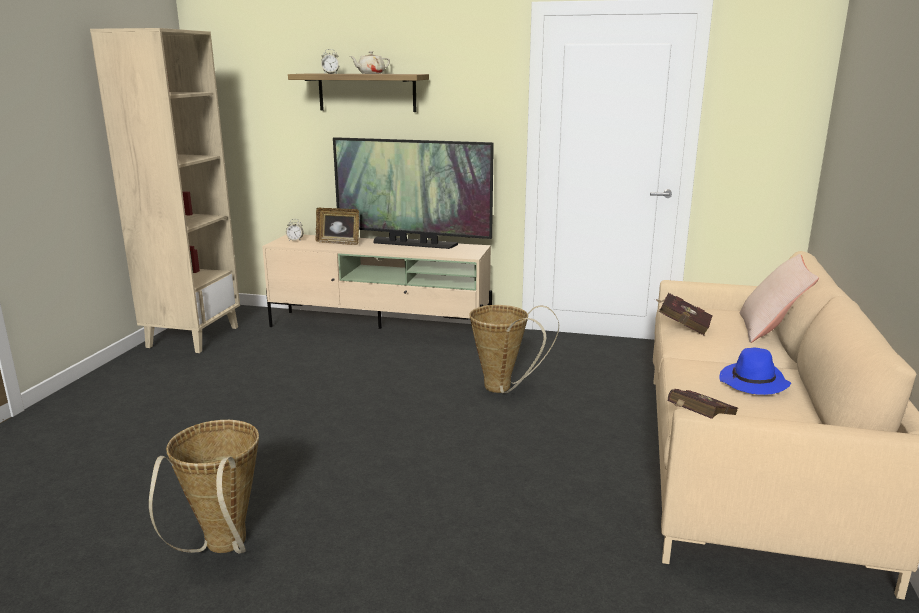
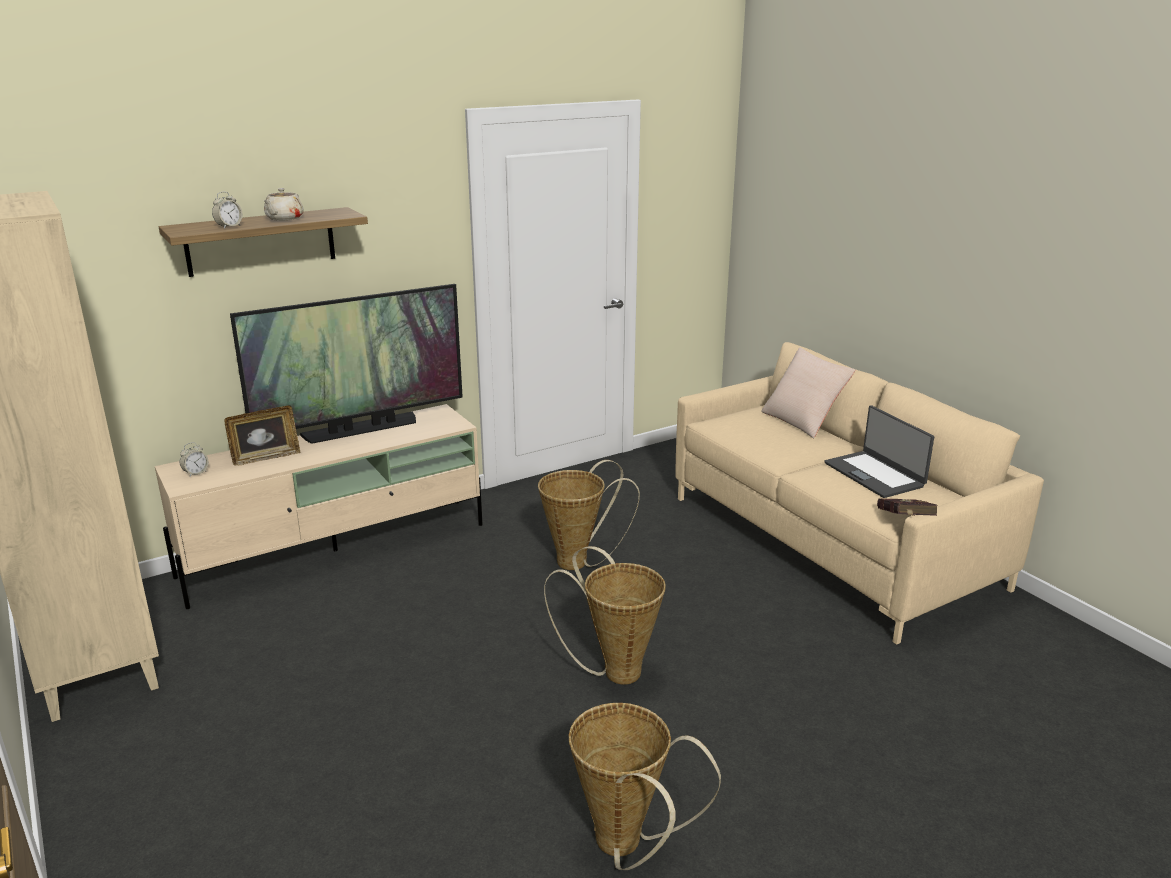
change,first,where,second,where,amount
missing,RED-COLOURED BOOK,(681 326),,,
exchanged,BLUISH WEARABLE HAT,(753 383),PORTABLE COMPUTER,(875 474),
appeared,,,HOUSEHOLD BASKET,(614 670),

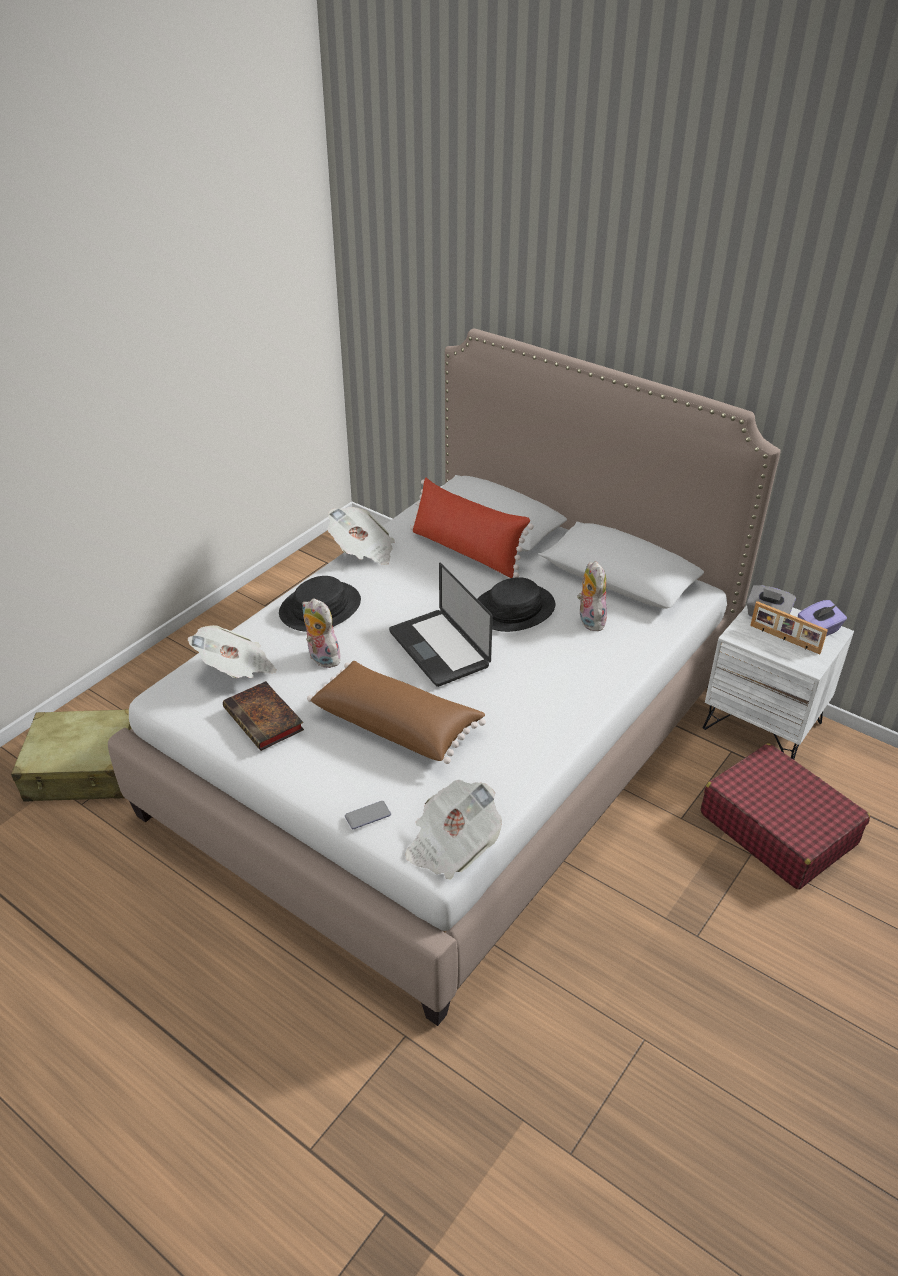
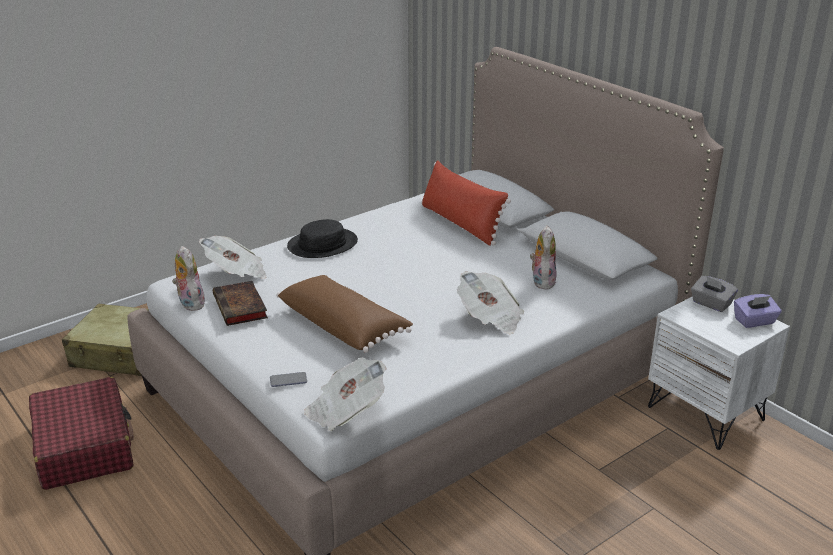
change,first,where,second,where,amount
relocated,DAILY PAPER,(363 551),,(490 318),
missing,PORTABLE COMPUTER,(439 649),,,
missing,BLACK-COLOURED WEARABLE HAT,(514 609),,,
relocated,PLUSH TOY,(321 658),,(189 303),
missing,PICTURE FRAME,(784 639),,,
relocated,RED-COLOURED PIECE OF LUGGAGE,(777 828),,(84 446),

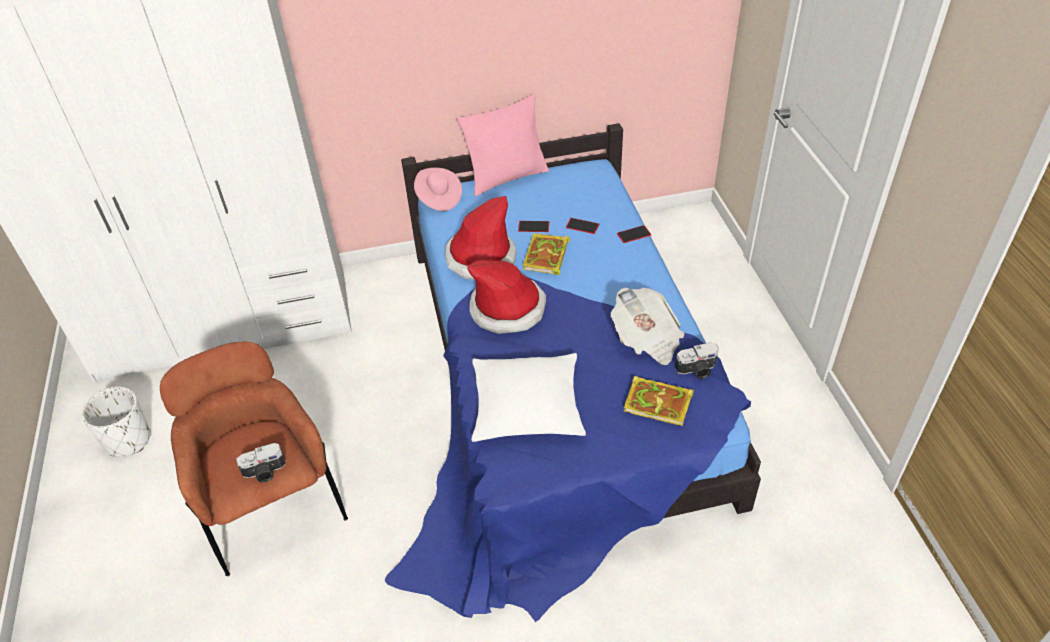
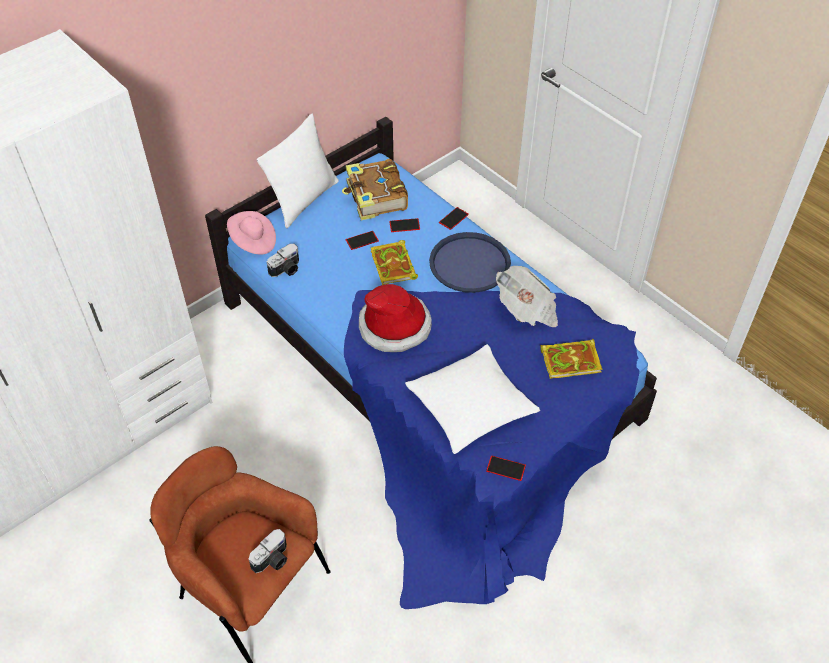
change,first,where,second,where,amount
colour,PINKISH THROW PILLOW,(507 177),WHITE-COLOURED THROW PILLOW,(304 200),
missing,WEARABLE HAT,(481 258),,,
relocated,STILL CAMERA,(697 370),,(286 270),
missing,WHITE-COLOURED FLOWER POT,(128 440),,,
appeared,,,BOOK,(375 197),
appeared,,,BLUISH SERVING TRAY,(469 263),
appeared,,,HANDSET,(506 468),

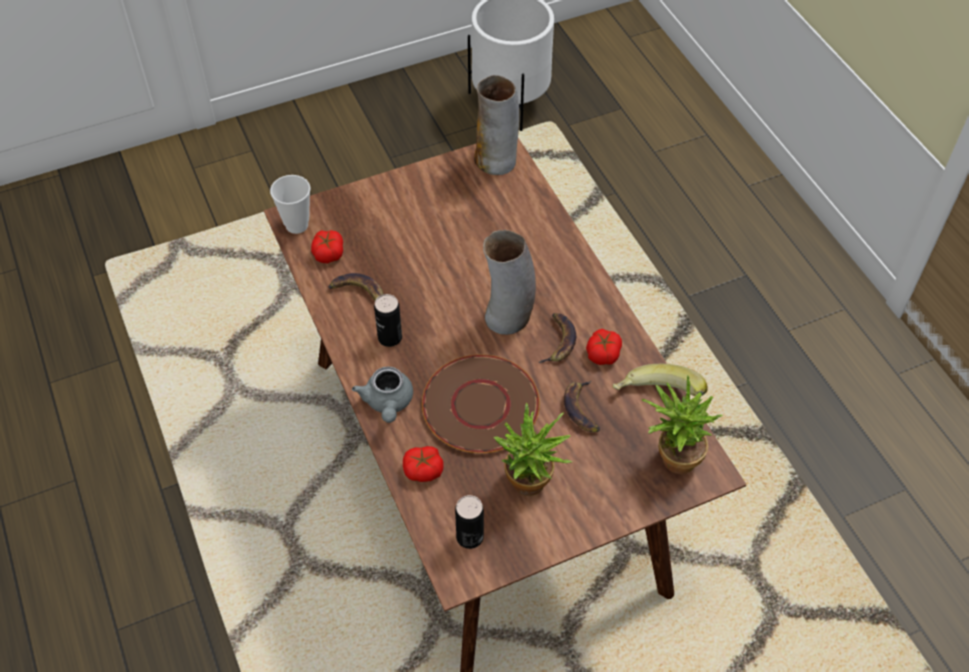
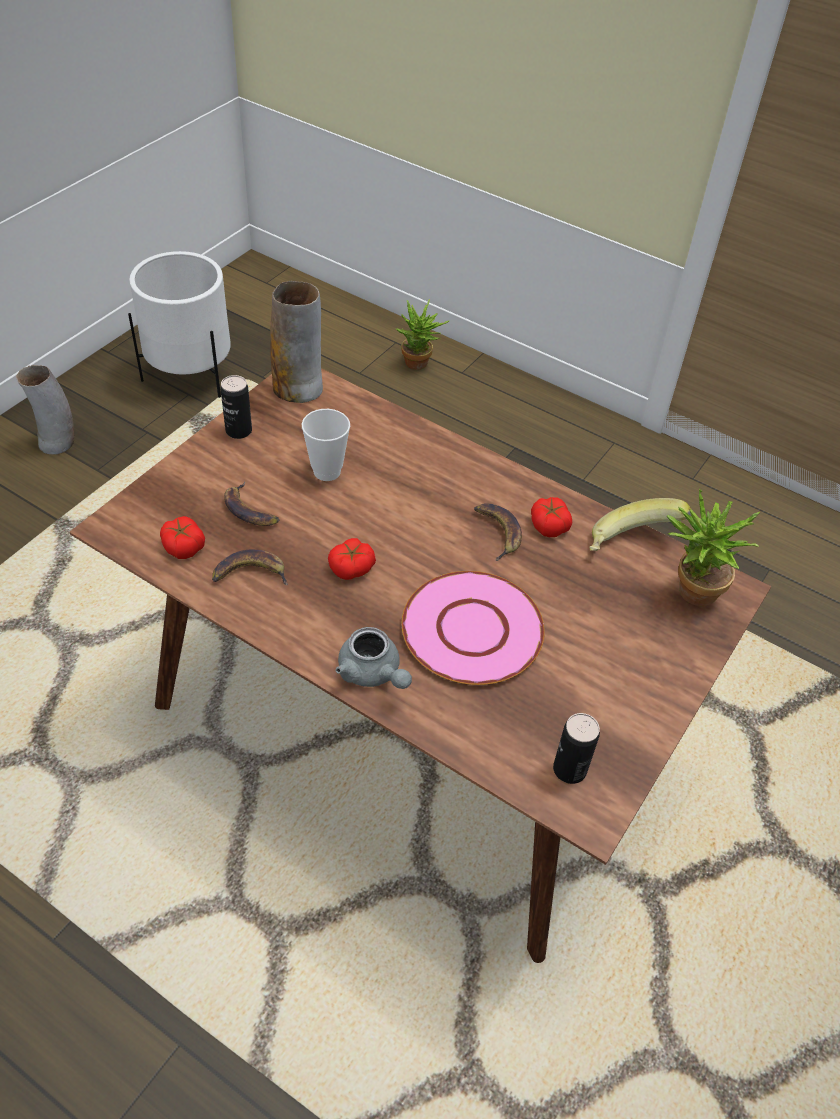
change,first,where,second,where,amount
relocated,SMALL CUP,(297 225),,(327 471),
relocated,DECORATIVE VASE,(508 317),,(57 442),
relocated,METAL CAN,(390 337),,(239 431),
colour,BROWNISH FLAT DISH,(480 406),PINKISH FLAT DISH,(472 630),
relocated,BANANA FRUIT,(582 409),,(250 510),
relocated,PLANT IN A POT,(529 487),,(419 365),
relocated,TOMATO,(423 470),,(352 568),

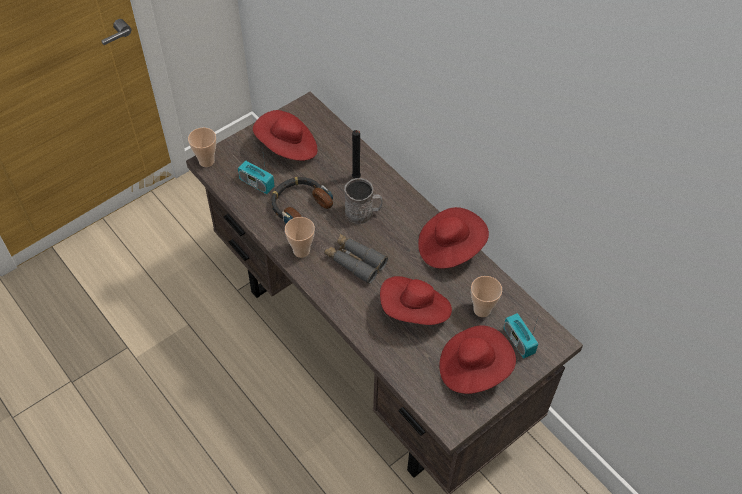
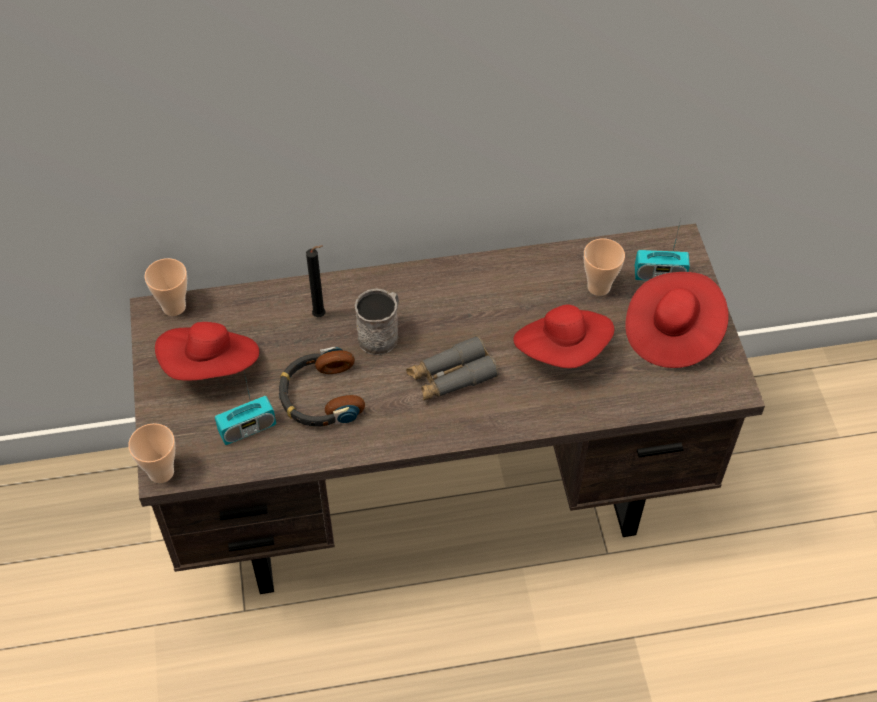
change,first,where,second,where,amount
missing,RED-COLOURED WEARABLE HAT,(449 248),,,
relocated,SMALL CUP,(301 251),,(174 307),

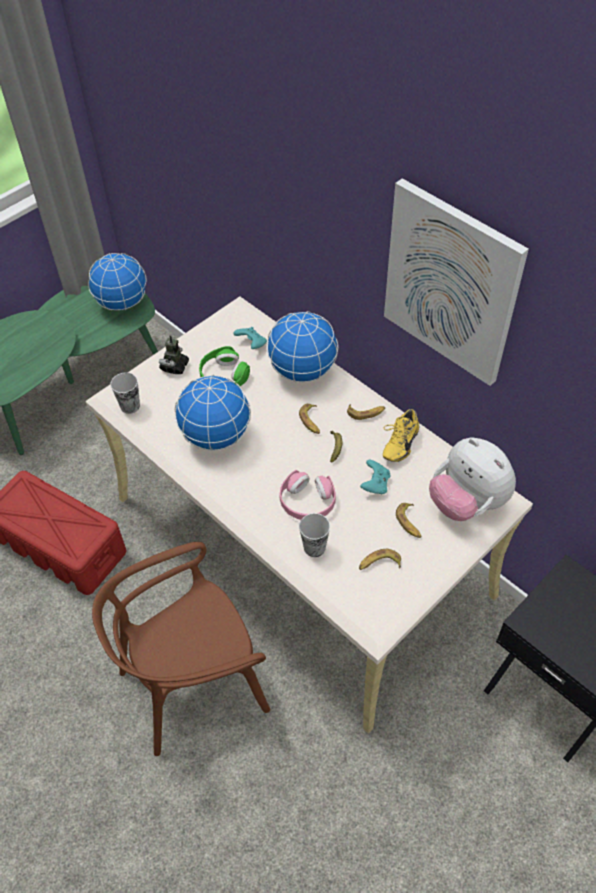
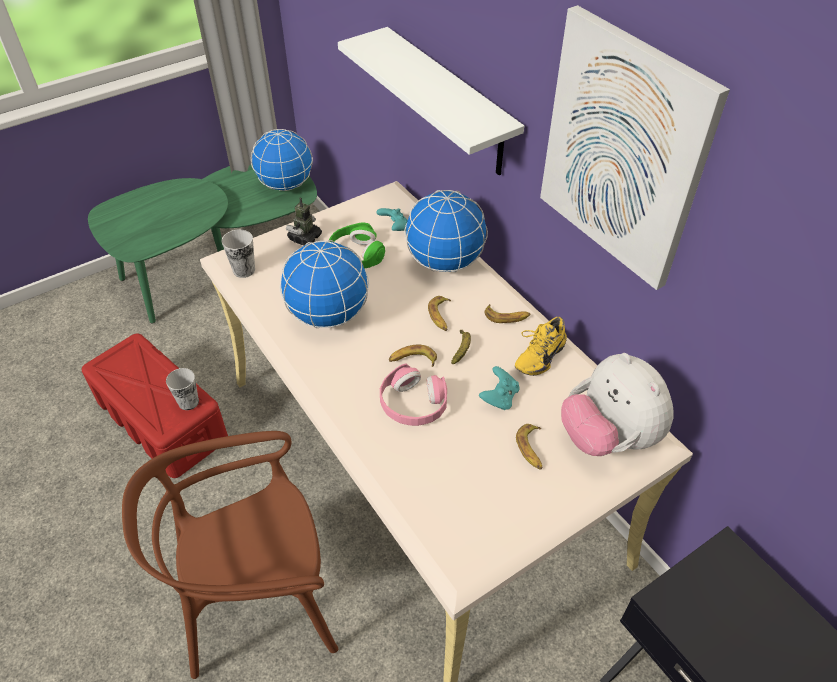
change,first,where,second,where,amount
relocated,SMALL CUP,(314 547),,(188 402),
relocated,BANANA FRUIT,(379 564),,(412 360),
appeared,,,WHITE-COLOURED WALL SHELF,(449 103),

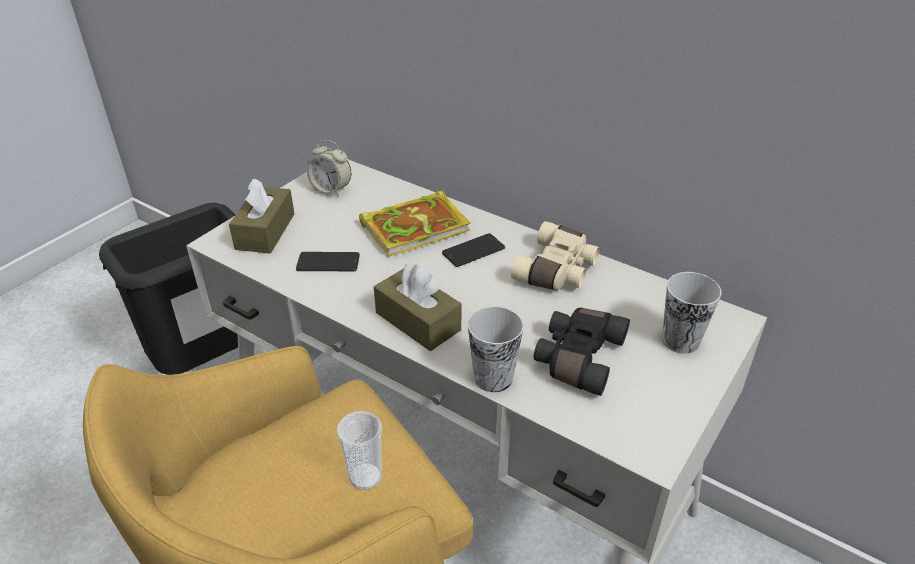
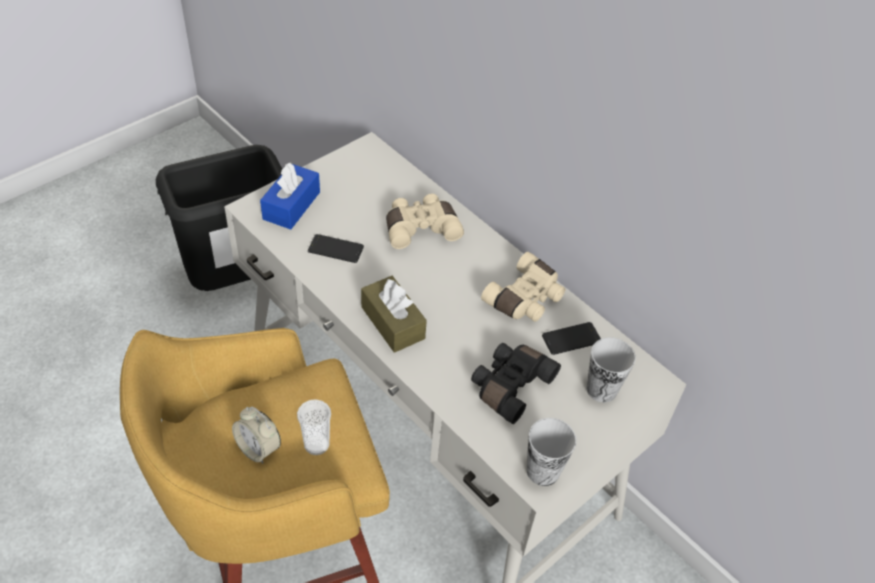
change,first,where,second,where,amount
relocated,BEDSIDE CLOCK,(331 190),,(258 448),
colour,BROWNISH BOX OF TISSUES,(265 231),BLUISH BOX OF TISSUES,(291 205),
exchanged,BOOK,(417 227),SAND-COLOURED BINOCULARS,(420 228),
relocated,HANDSET,(473 251),,(571 339),
relocated,SMALL CUP,(493 378),,(543 471),

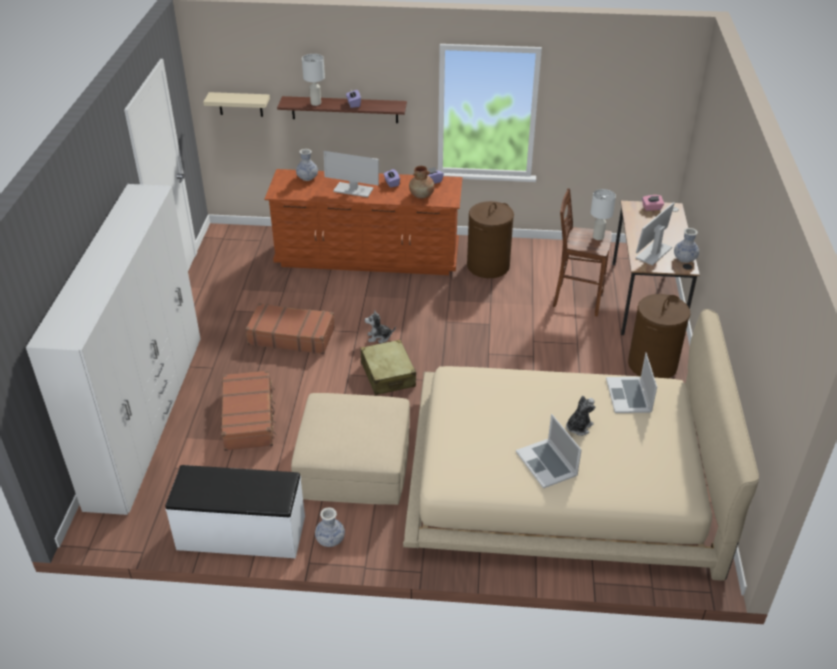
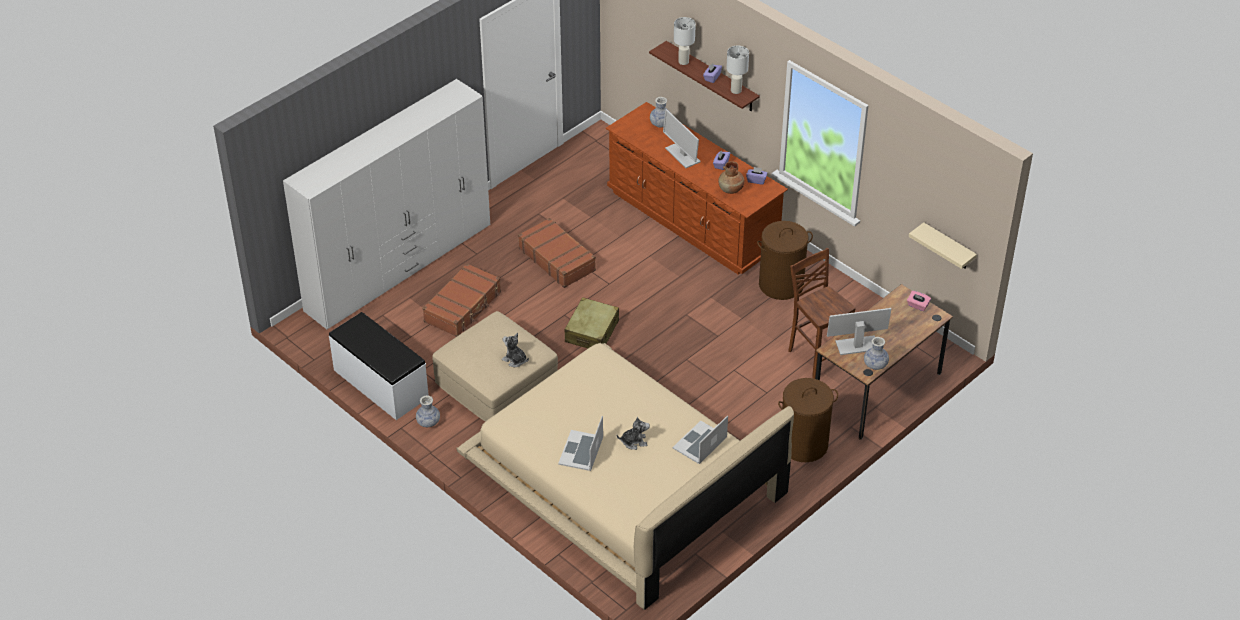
change,first,where,second,where,amount
relocated,SAND-COLOURED WALL SHELF,(240 104),,(948 247),
relocated,WHITE-COLOURED LAMP FOR A TABLE,(597 237),,(735 90),
relocated,PLUSH TOY,(379 337),,(515 360),

